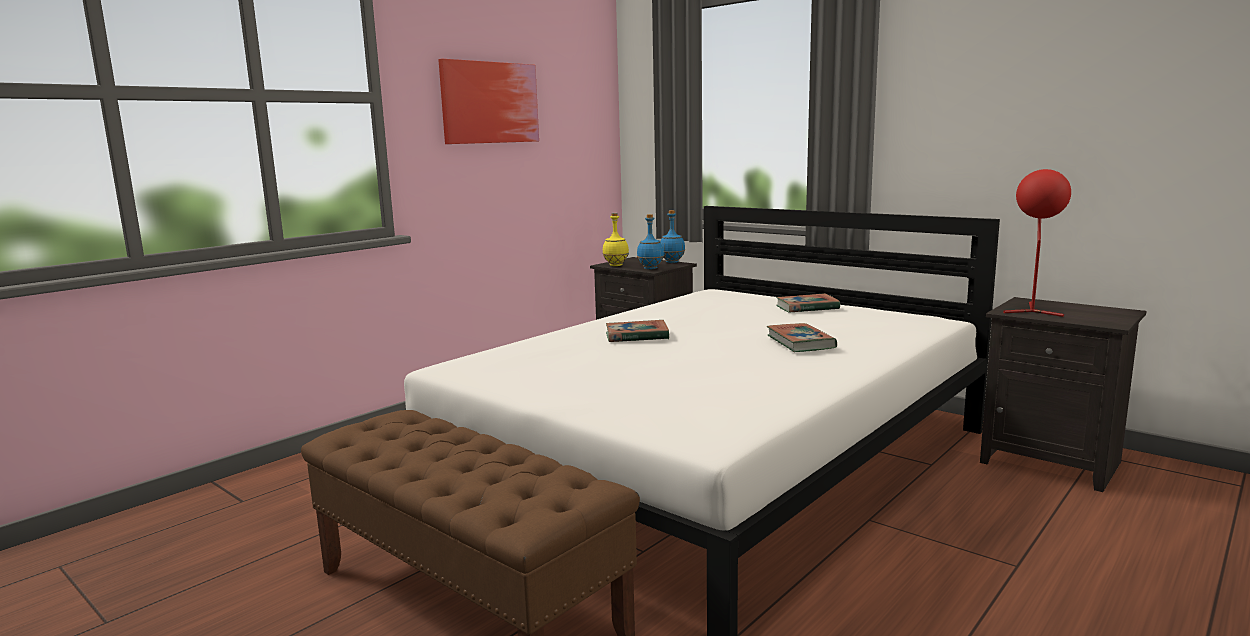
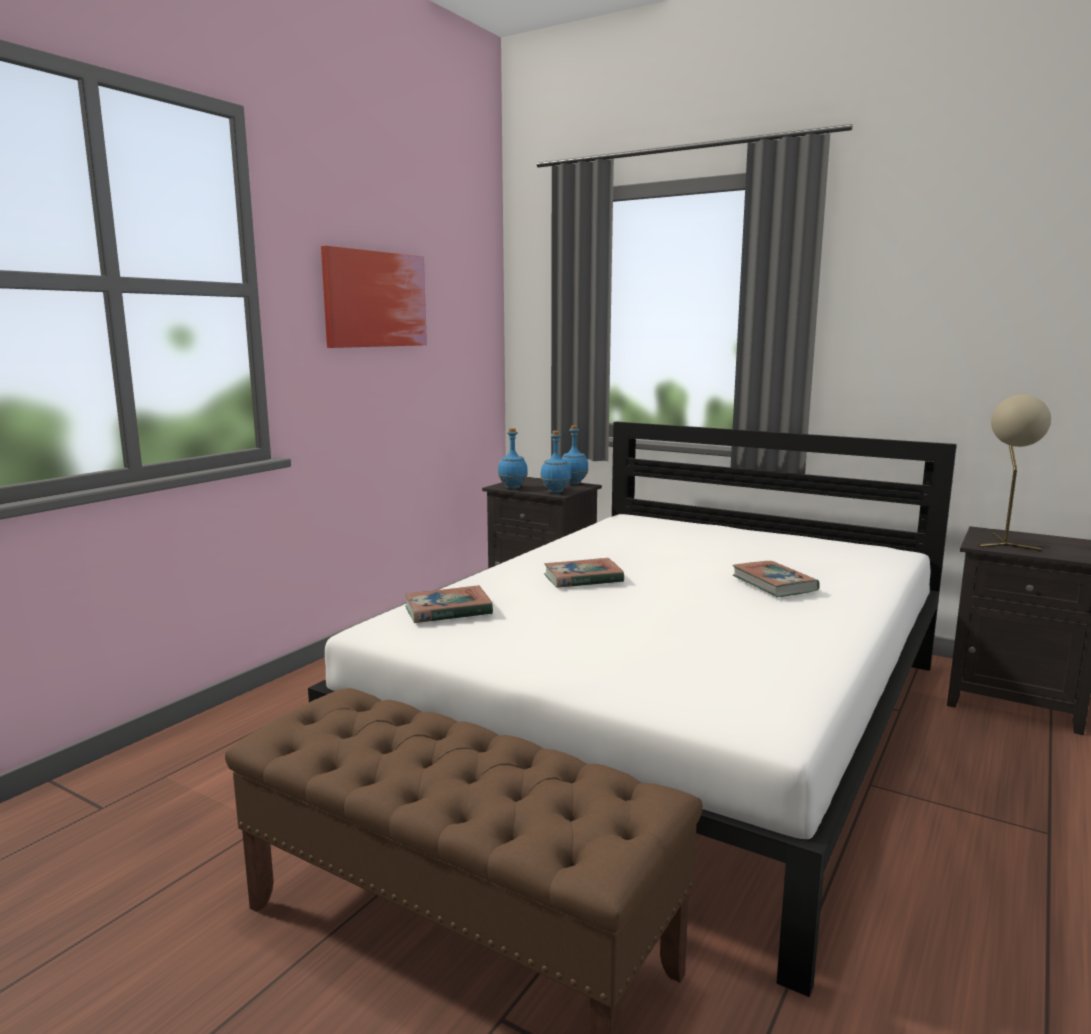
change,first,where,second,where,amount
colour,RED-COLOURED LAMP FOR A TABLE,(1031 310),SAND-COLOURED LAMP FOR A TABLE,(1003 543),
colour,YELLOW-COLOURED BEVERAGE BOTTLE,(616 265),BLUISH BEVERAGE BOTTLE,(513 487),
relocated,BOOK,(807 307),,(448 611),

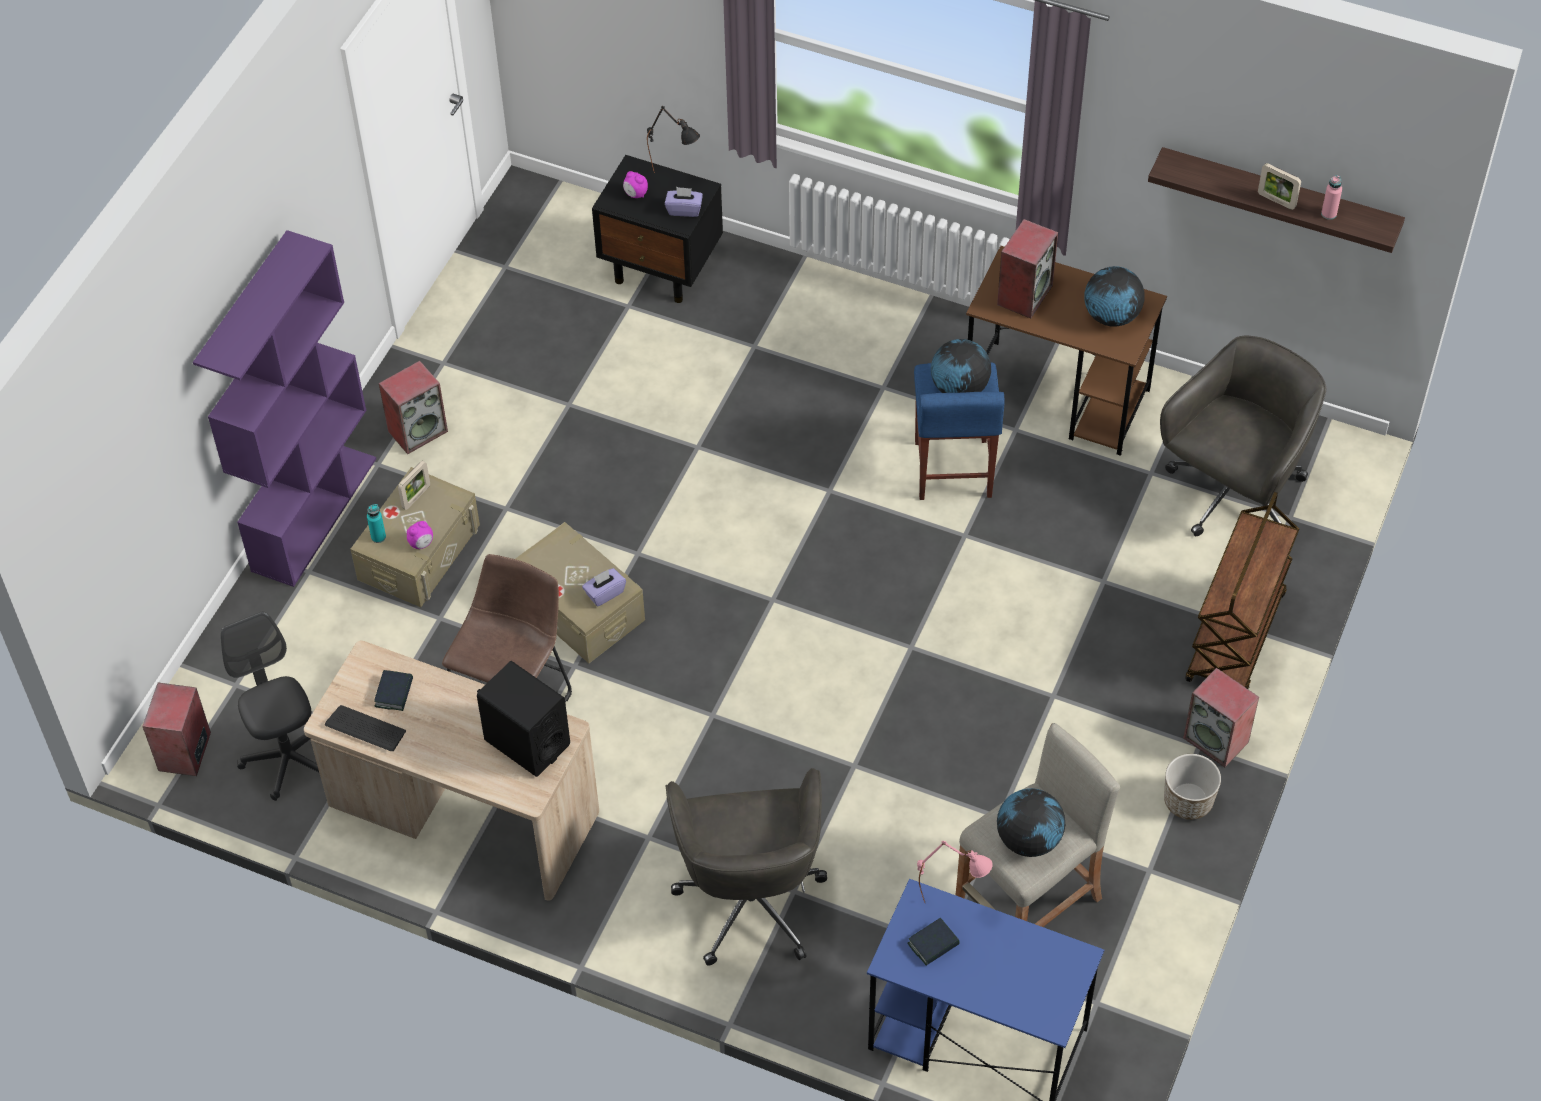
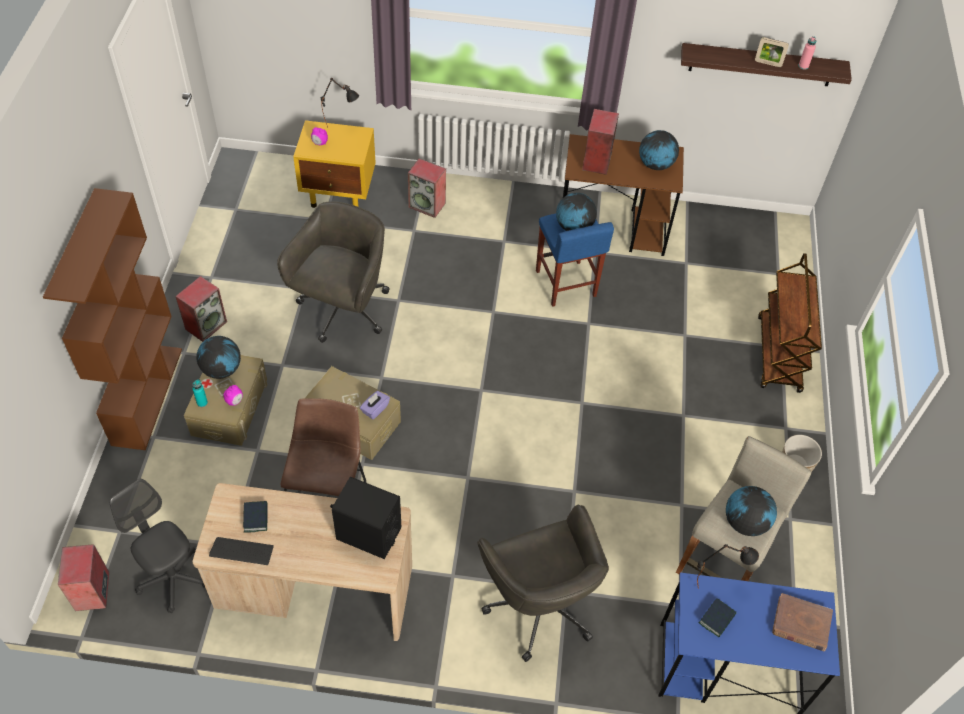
change,first,where,second,where,amount
colour,BLACK-COLOURED BEDSIDE TABLE,(663 269),YELLOW-COLOURED BEDSIDE TABLE,(340 194),
missing,PURPLISH BOX OF TISSUES,(684 209),,,
colour,PURPLISH BOOKSHELF,(314 513),BROWNISH BOOKSHELF,(147 395),
relocated,GRAY OFFICE CHAIR,(1233 494),,(343 310),
exchanged,PICTURE FRAME,(416 497),GLOBE,(222 369),
relocated,AUDIO SPEAKER,(1217 740),,(427 205),
colour,PINKISH LAMP FOR A TABLE,(951 901),BLACK-COLOURED LAMP FOR A TABLE,(716 582),
appeared,,,BROWNISH BOOK,(801 624),

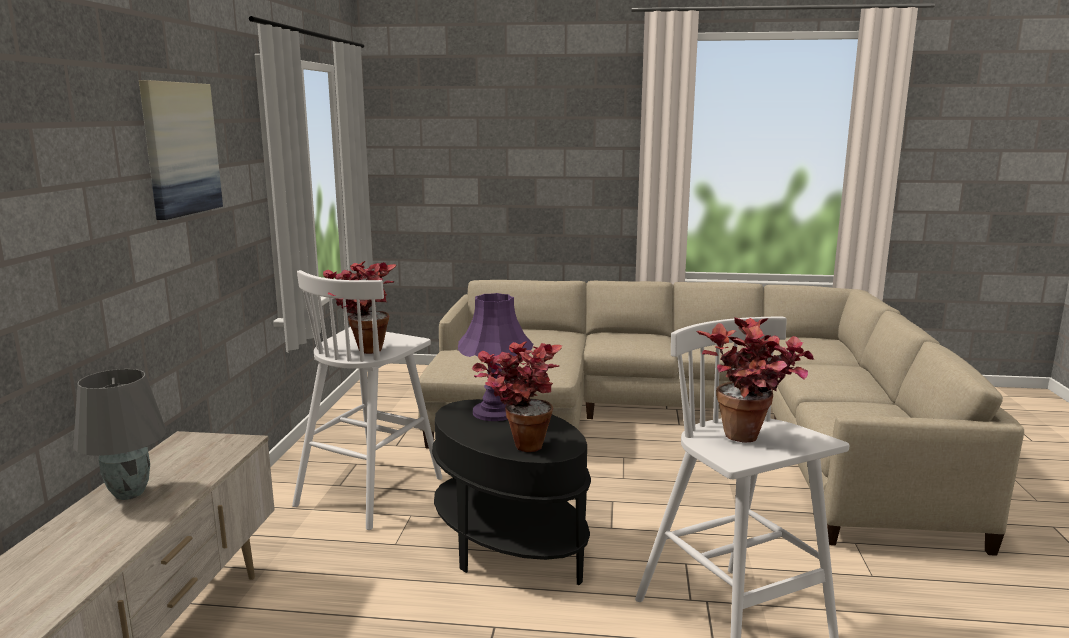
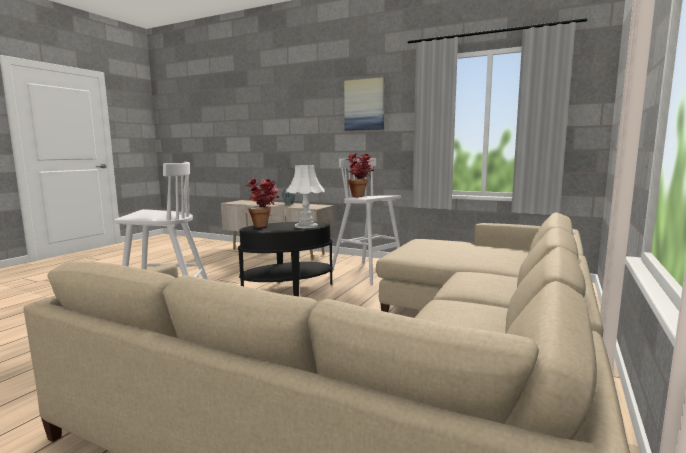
change,first,where,second,where,amount
colour,PURPLISH LAMP FOR A TABLE,(495 412),WHITE-COLOURED LAMP FOR A TABLE,(306 226),
missing,PLANT IN A POT,(750 441),,,

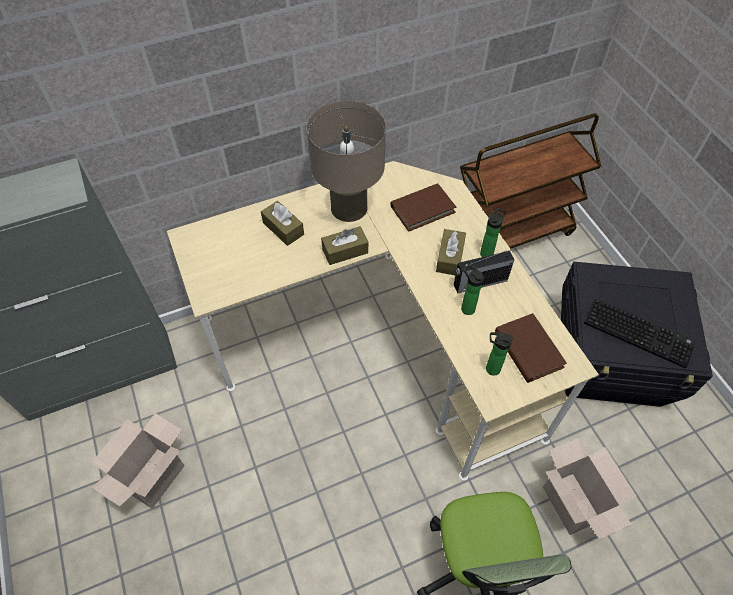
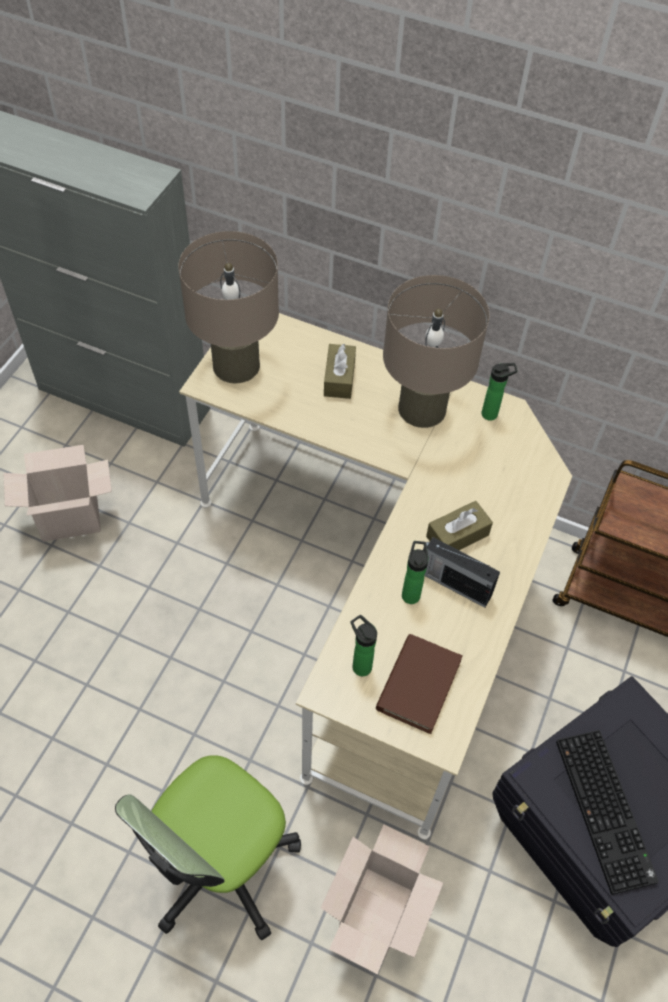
change,first,where,second,where,amount
missing,BROWNISH BOOK,(422 209),,,
relocated,BEVERAGE BOTTLE,(487 252),,(492 414),
missing,BROWNISH BOX OF TISSUES,(345 251),,,
appeared,,,SAND-COLOURED LAMP FOR A TABLE,(236 365),

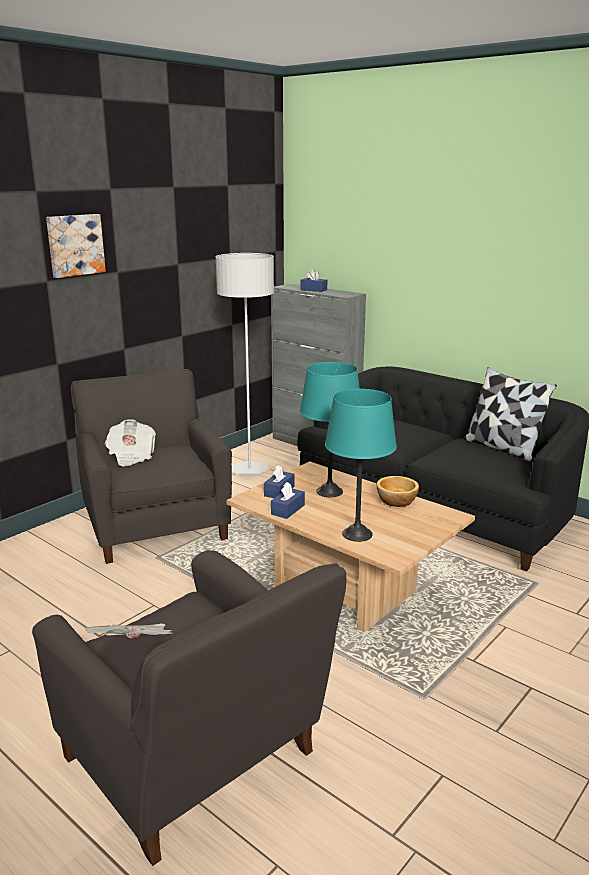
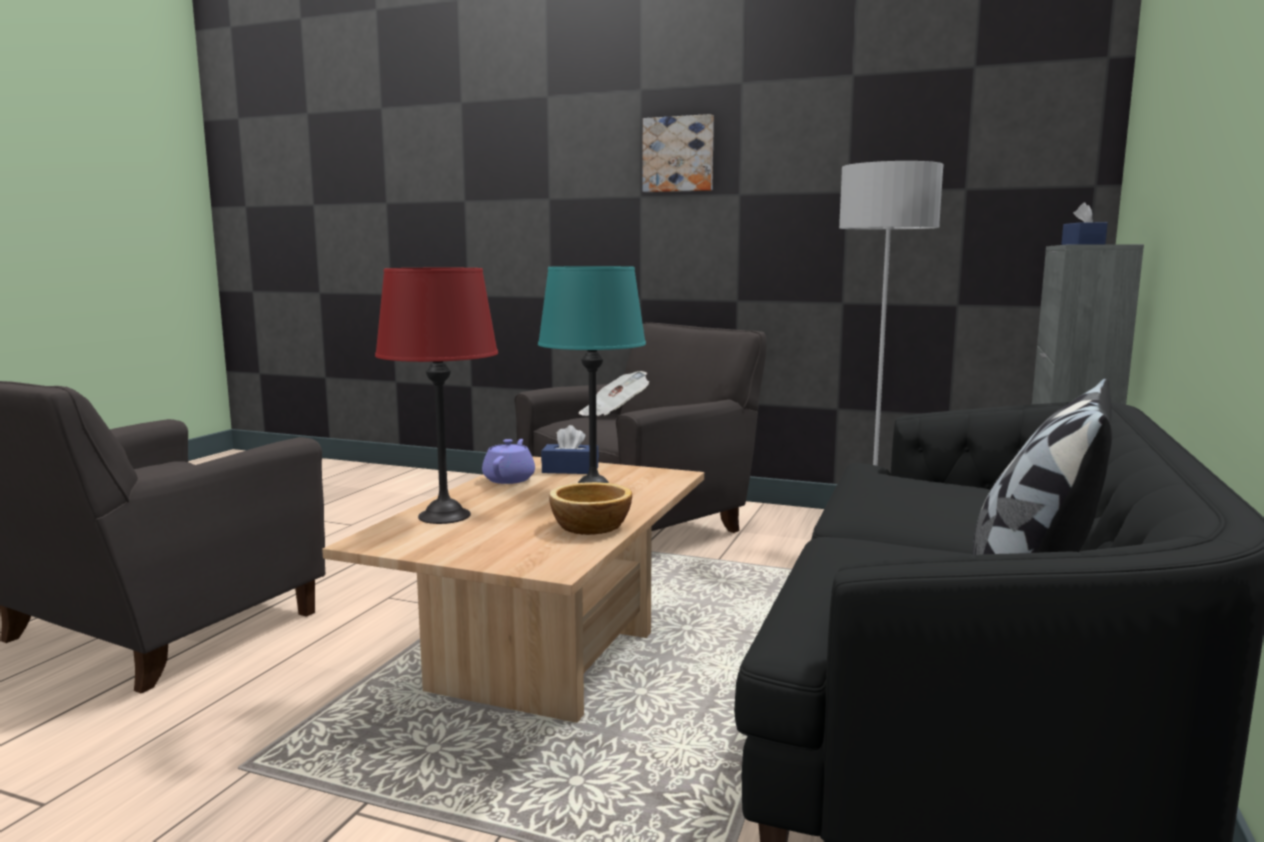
change,first,where,second,where,amount
colour,BLUE-GREEN LAMP FOR A TABLE,(357 534),RED-COLOURED LAMP FOR A TABLE,(444 516),
exchanged,BLUISH BOX OF TISSUES,(288 509),PURPLISH TEAPOT,(509 479),
missing,DAILY PAPER,(135 648),,,

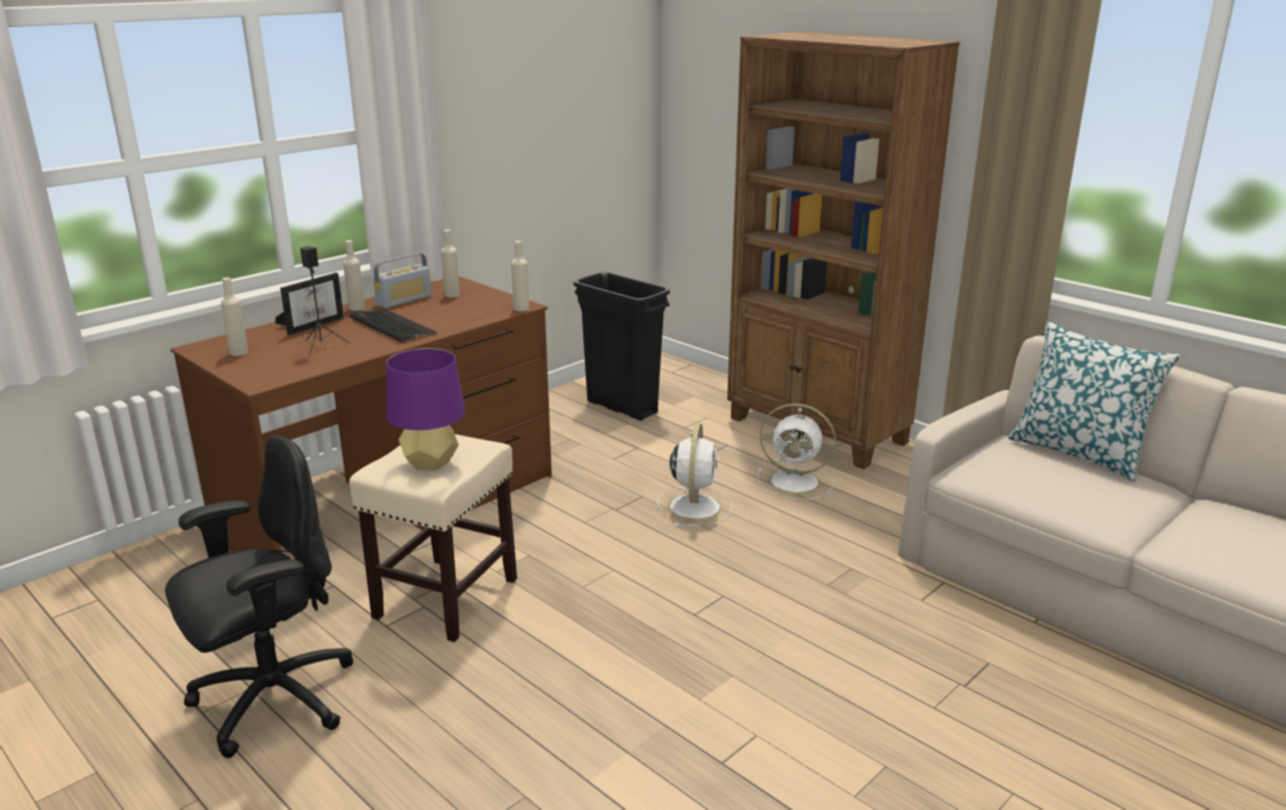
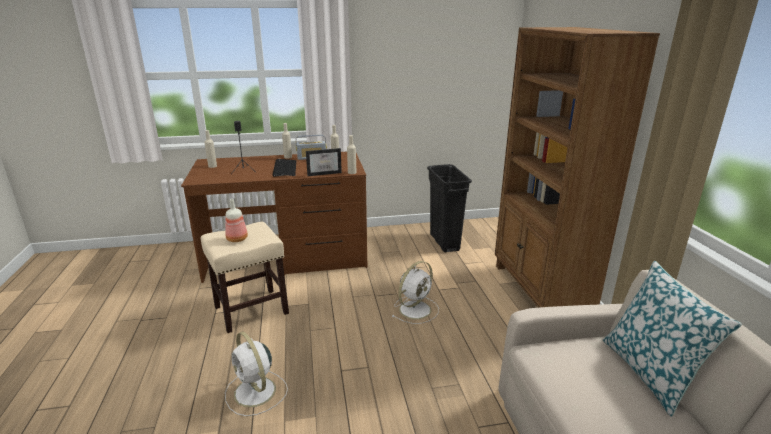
change,first,where,second,where,amount
relocated,PICTURE FRAME,(313 324),,(324 173),
exchanged,PURPLISH LAMP FOR A TABLE,(430 463),BEVERAGE BOTTLE,(236 239),
relocated,WHITE-COLOURED FAN,(797 482),,(256 393),
missing,BLACK-COLOURED OFFICE CHAIR,(272 700),,,

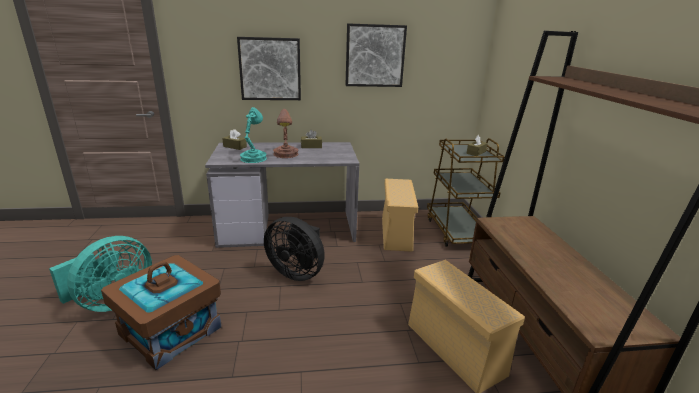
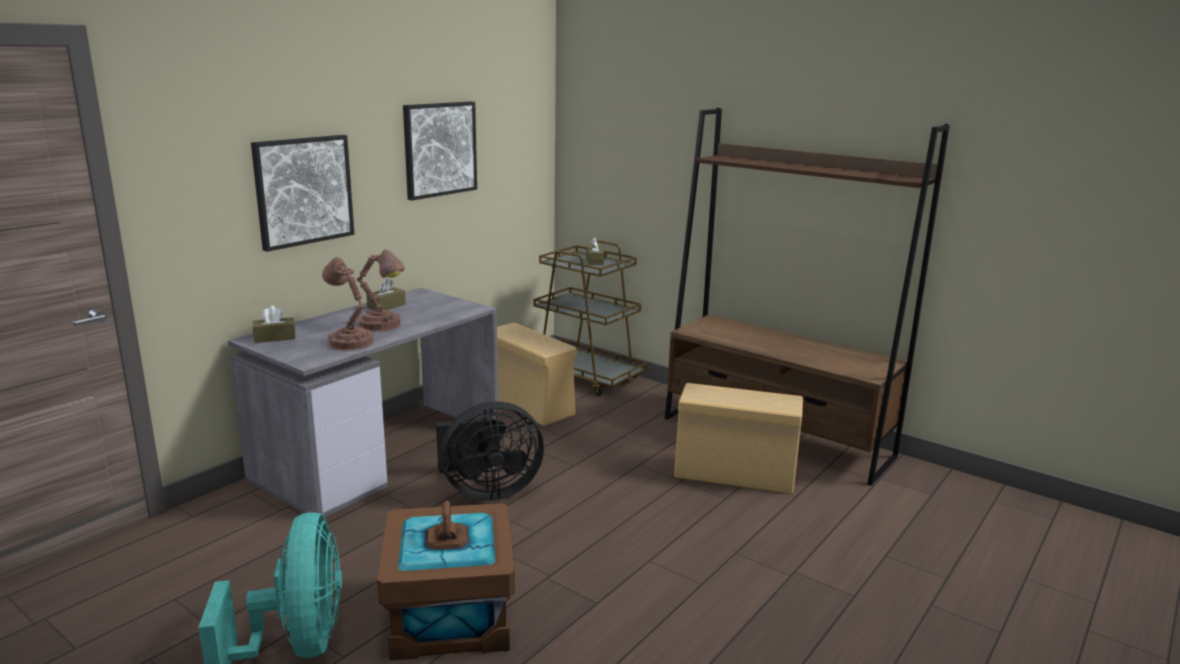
change,first,where,second,where,amount
colour,BLUE-GREEN LAMP FOR A TABLE,(254 158),BROWNISH LAMP FOR A TABLE,(349 341),

